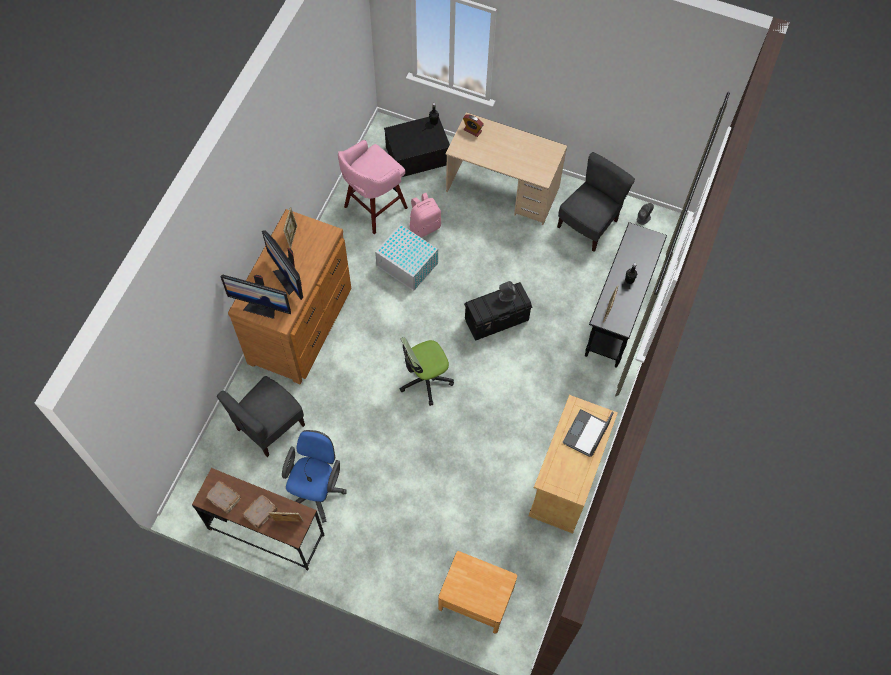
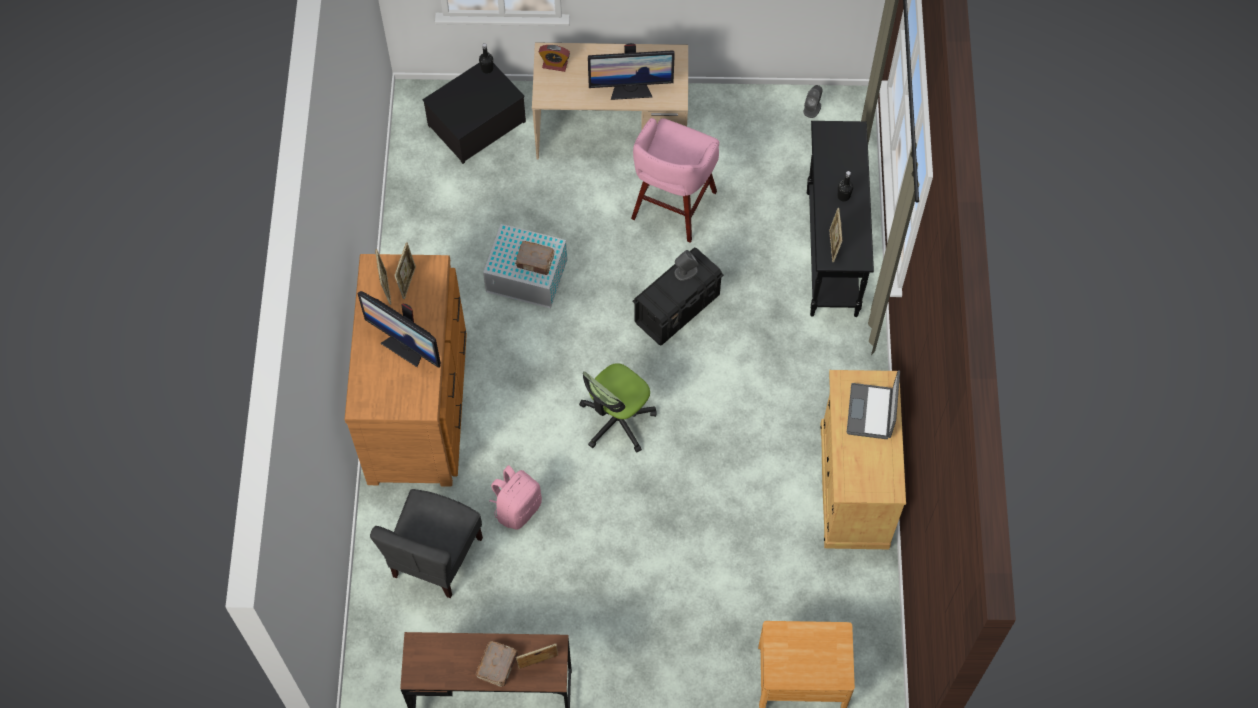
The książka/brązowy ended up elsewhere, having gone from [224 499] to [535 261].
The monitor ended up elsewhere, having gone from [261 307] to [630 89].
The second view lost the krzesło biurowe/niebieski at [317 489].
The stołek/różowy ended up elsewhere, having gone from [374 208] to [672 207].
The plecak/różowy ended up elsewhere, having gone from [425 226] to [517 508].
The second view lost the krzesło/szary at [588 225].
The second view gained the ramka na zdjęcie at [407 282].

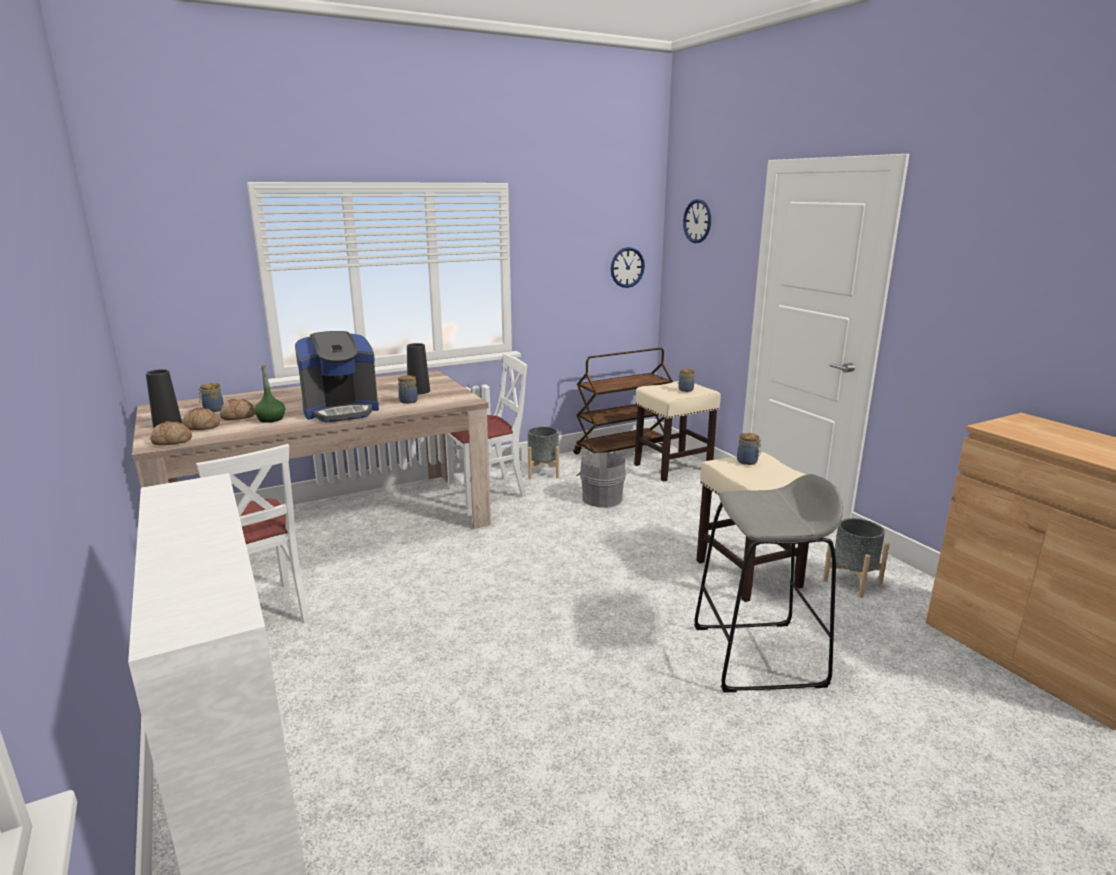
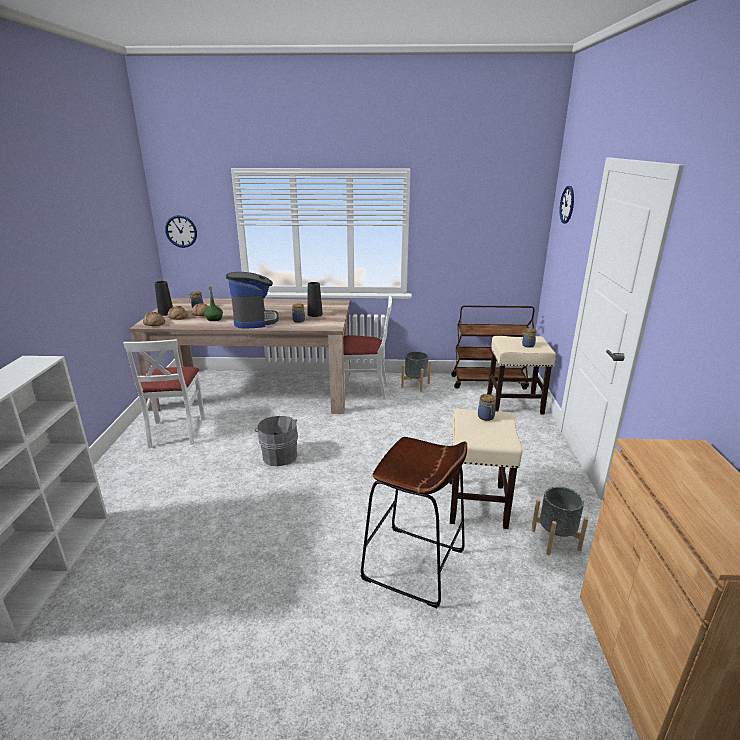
The ekspres do kawy at [341 411] ended up facing another way, 105 degrees counterclockwise from before.
The wiadro/szary ended up elsewhere, having gone from [600 498] to [279 455].
The zegar ścienny ended up elsewhere, having gone from [627 267] to [181 231].
What was the stołek/szary at [758 656] turned into the stołek/brązowy at [414 565].

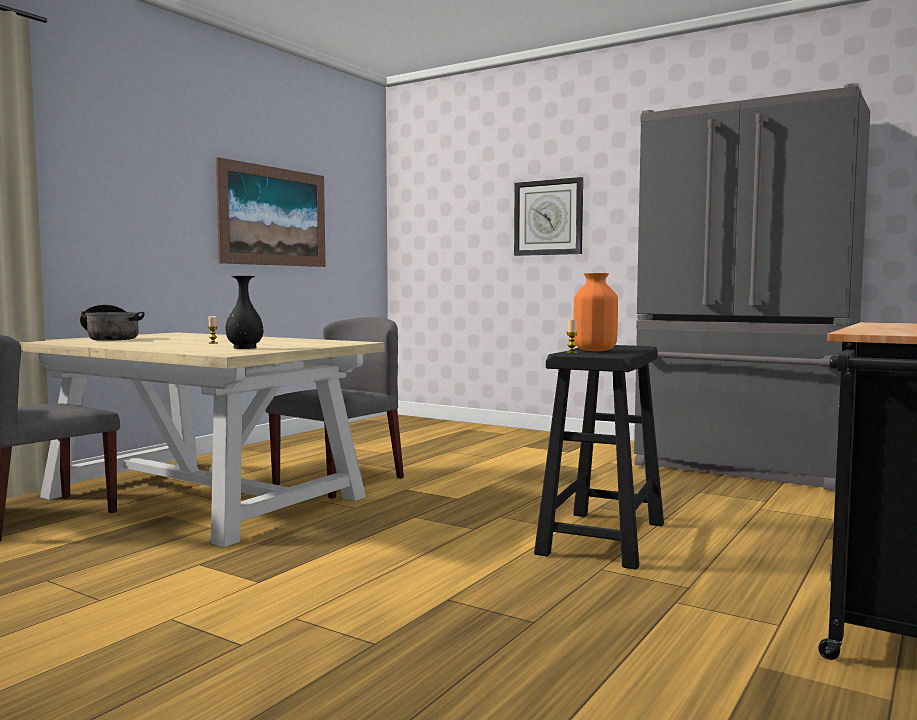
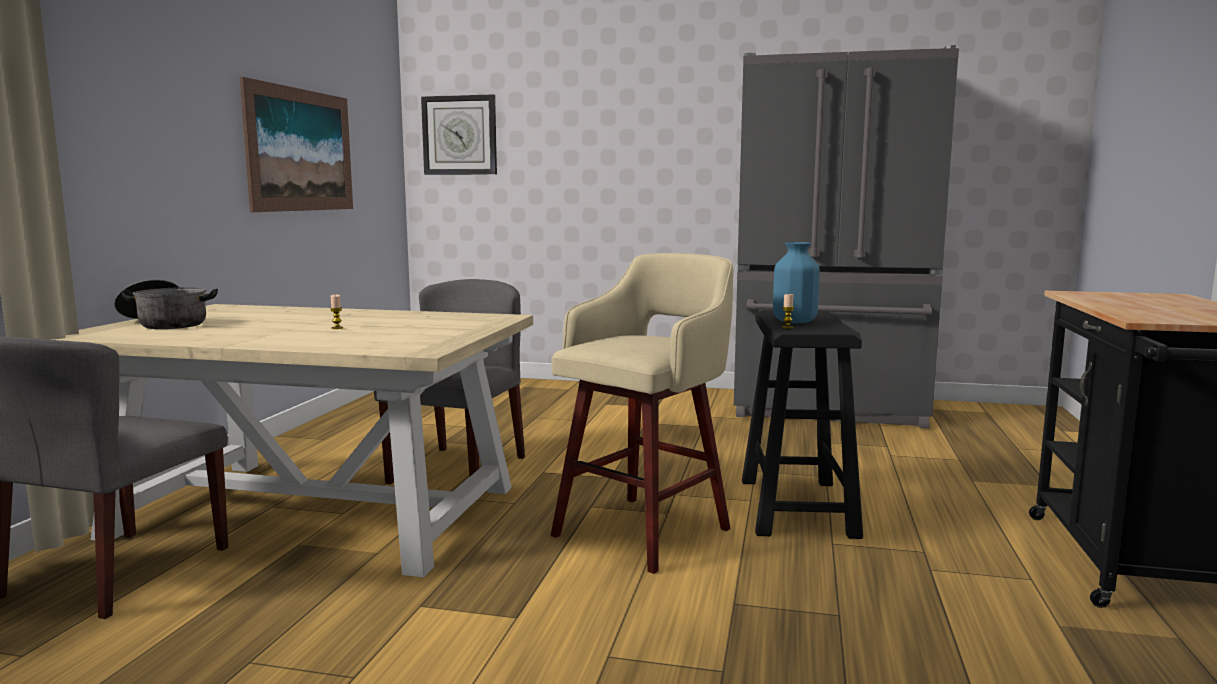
The second view lost the wazon/czarny at [245 348].
The zegar ścienny ended up elsewhere, having gone from [548 217] to [460 135].
What was the wazon/pomarańczowy at [595 350] turned into the wazon/niebieski at [794 321].
The second view gained the stołek/beżowy at [645 530].

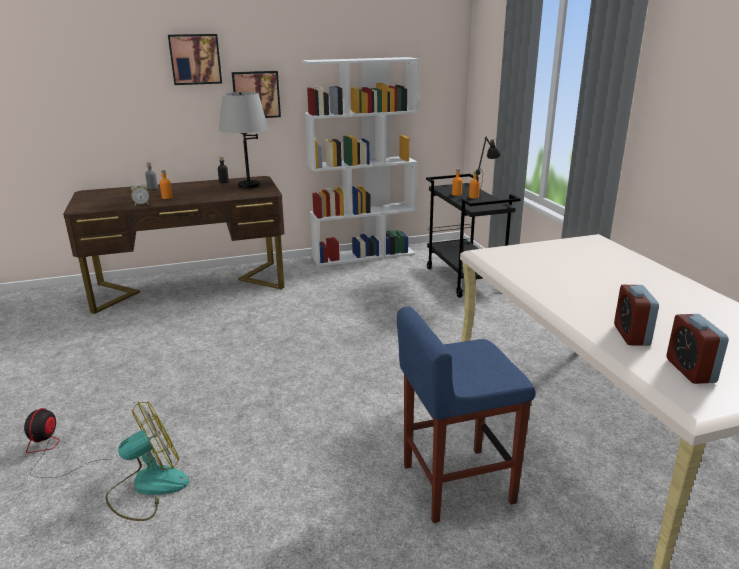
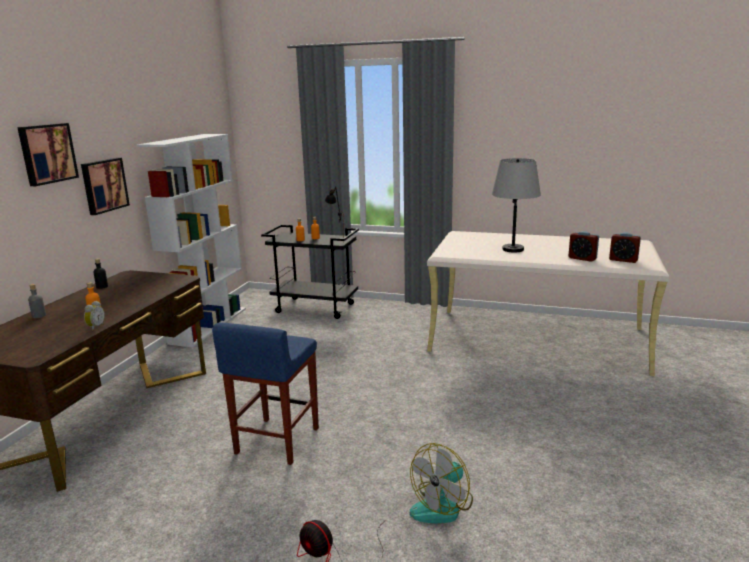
The wentylator at [147 487] ended up facing another way, 135 degrees counterclockwise from before.
The lampa stołowa/szary ended up elsewhere, having gone from [248 185] to [513 249].
The stołek/niebieski ended up elsewhere, having gone from [455 484] to [276 441].

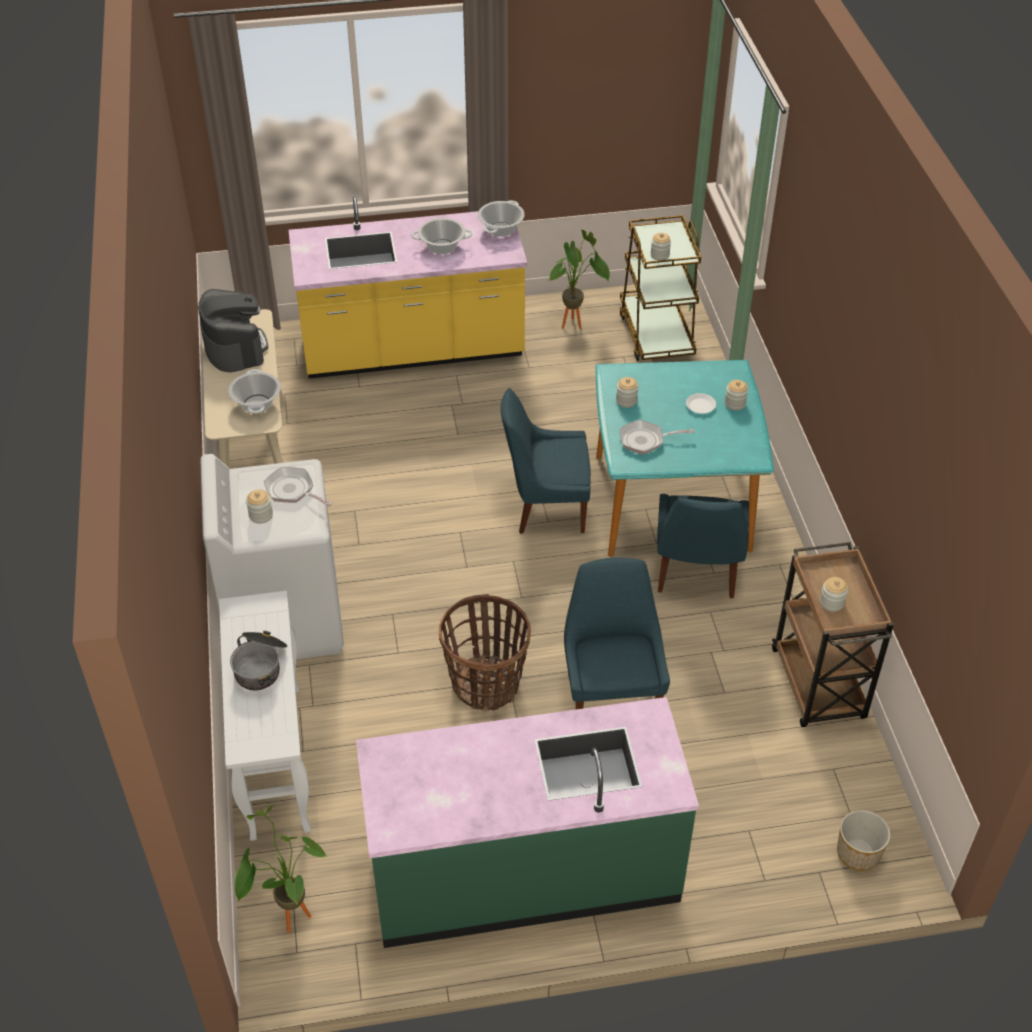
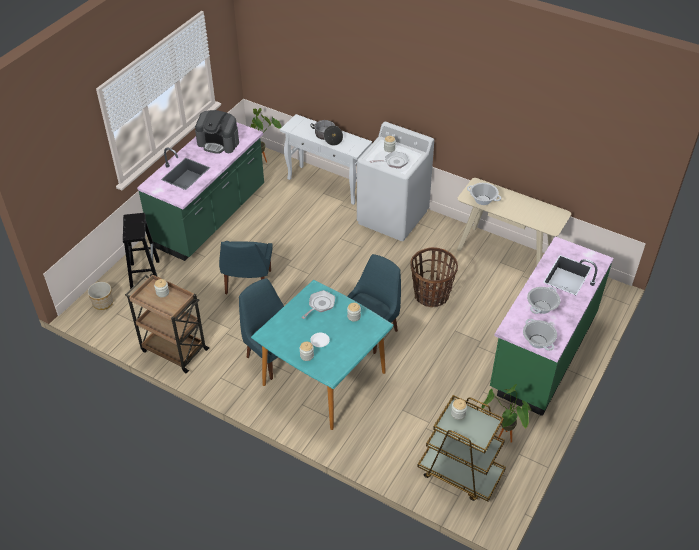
The ekspres do kawy ended up elsewhere, having gone from [235 347] to [218 143].
What was the zabudowa kuchenna/żółty at [413 350] turned into the zabudowa kuchenna/zielony at [542 352].
The koszyk ended up elsewhere, having gone from [486 685] to [431 295].
The krzesło/niebieski at [611 696] ended up facing another way, 60 degrees clockwise from before.
The second view gained the stołek/czarny at [145 274].

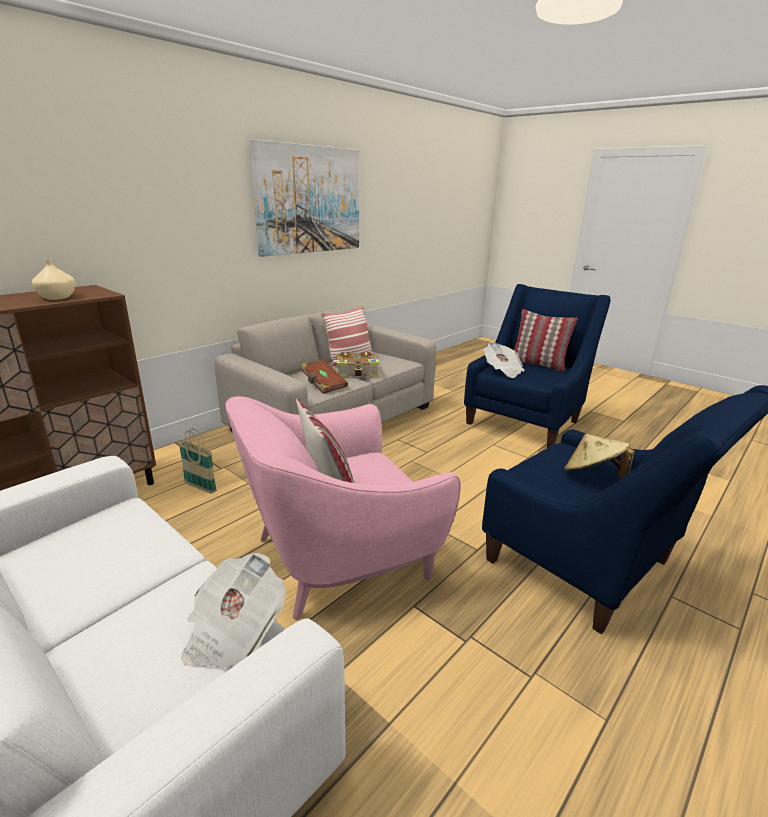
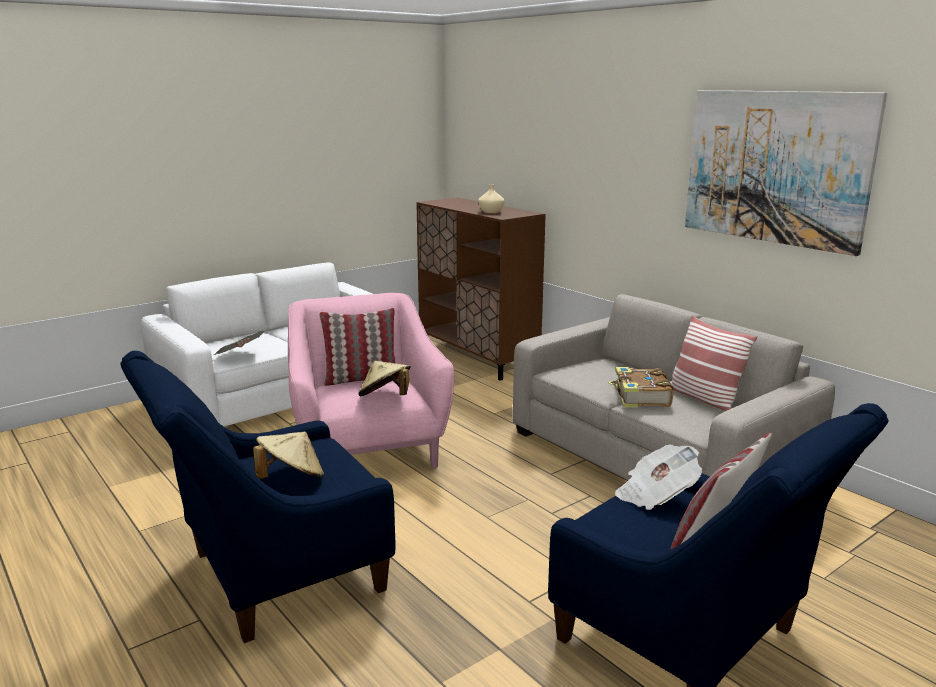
The second view lost the koszyk at [200 487].
The second view lost the książka/brązowy at [323 385].
The second view gained the kapelusz/beżowy at [385 398].

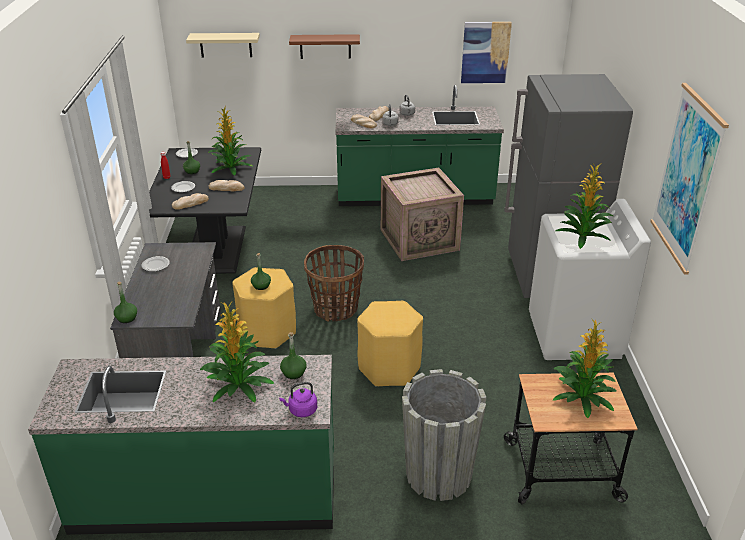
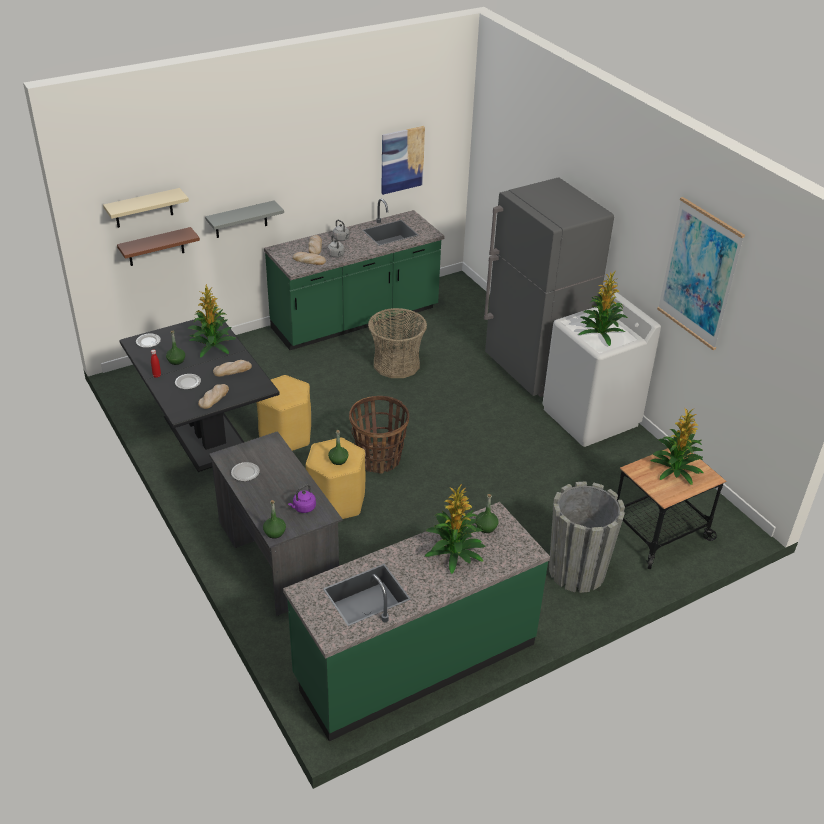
The czajnik/fioletowy ended up elsewhere, having gone from [301 410] to [303 508].
The półka/brązowy ended up elsewhere, having gone from [325 46] to [156 247].
The stołek/żółty ended up elsewhere, having gone from [389 368] to [286 436].
Where the skrzynka stood at [420 239], the koszyk came to stand at [396 364].
The second view gained the półka/szary at [241 219].

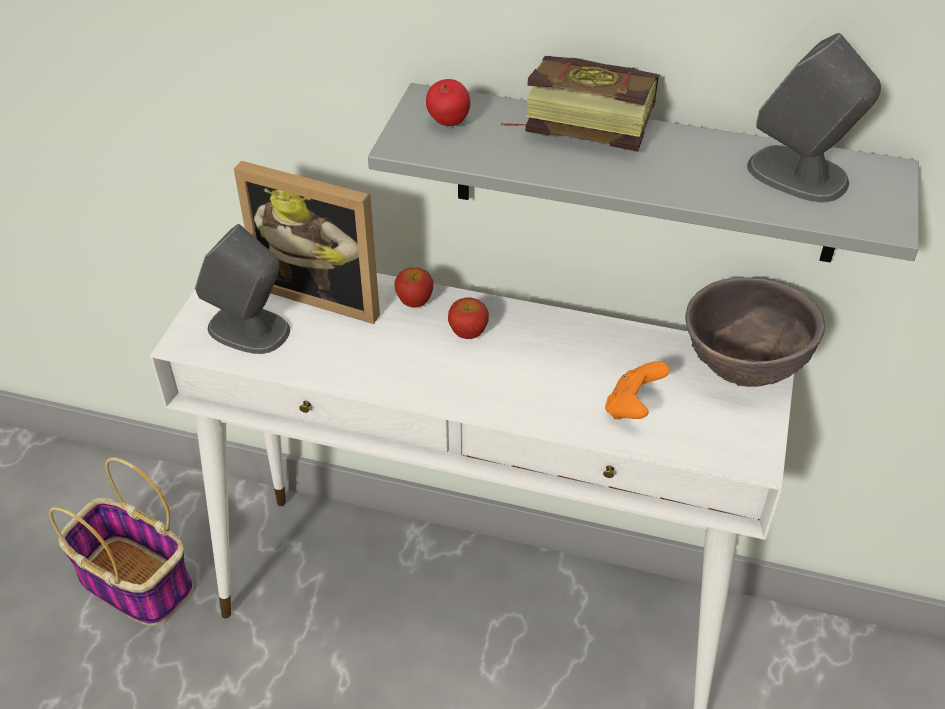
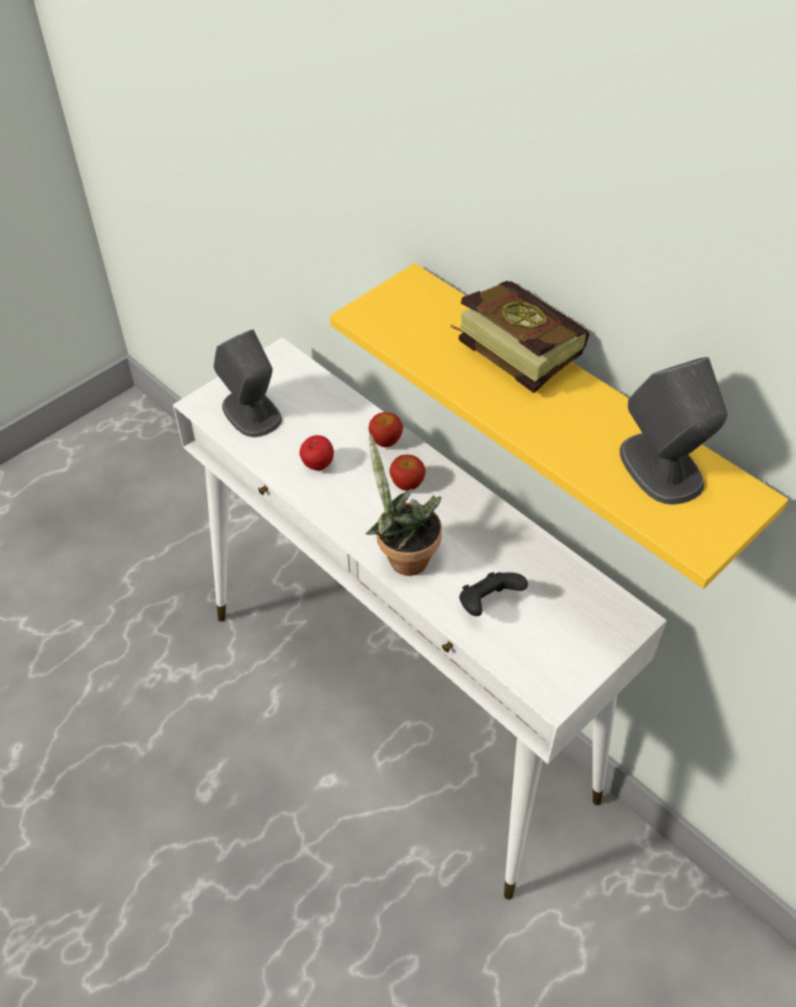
The second view lost the koszyk at [134 582].
The second view lost the ramka na zdjęcie at [324 292].
What was the półka/szary at [646 175] turned into the półka/żółty at [574 413].
The jabłko ended up elsewhere, having gone from [448 124] to [317 465].
What was the pad do gier/pomarańczowy at [632 408] turned into the pad do gier/czarny at [488 604].
The second view lost the miska/brązowy at [741 370].
The second view gained the roślina doniczkowa at [403 557].

